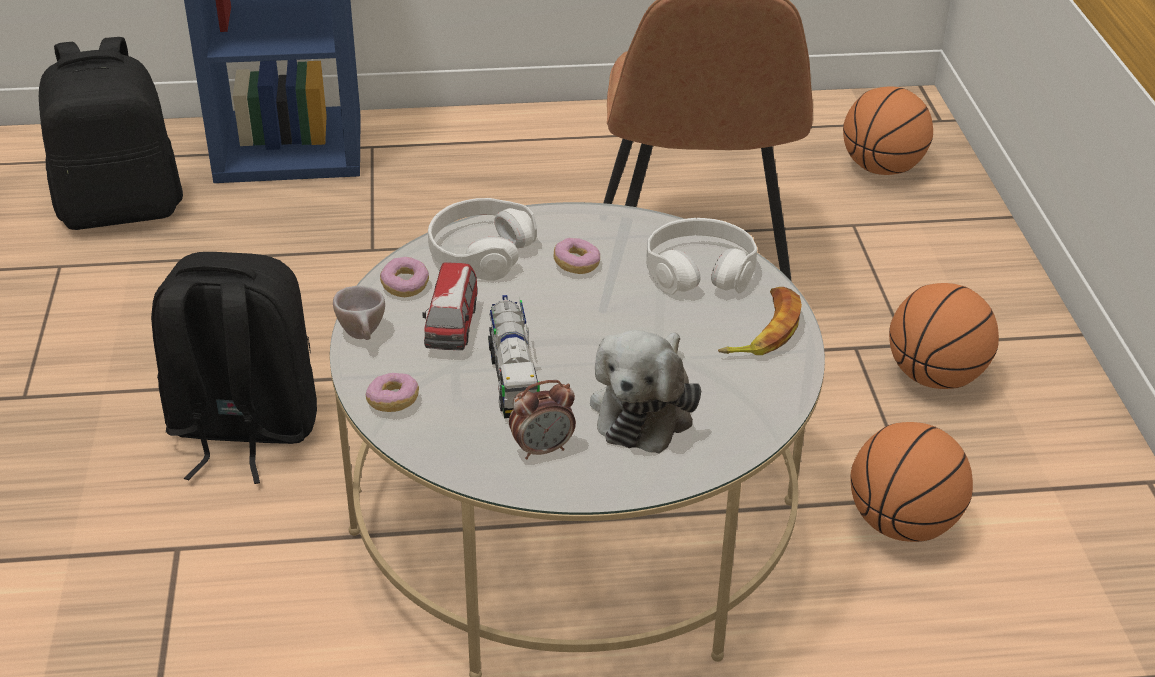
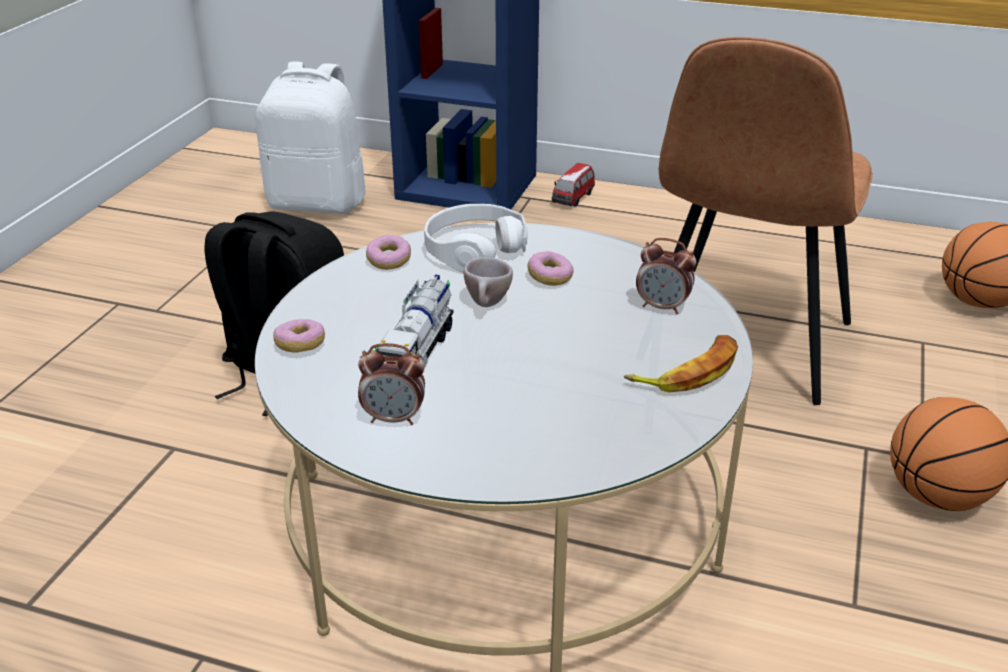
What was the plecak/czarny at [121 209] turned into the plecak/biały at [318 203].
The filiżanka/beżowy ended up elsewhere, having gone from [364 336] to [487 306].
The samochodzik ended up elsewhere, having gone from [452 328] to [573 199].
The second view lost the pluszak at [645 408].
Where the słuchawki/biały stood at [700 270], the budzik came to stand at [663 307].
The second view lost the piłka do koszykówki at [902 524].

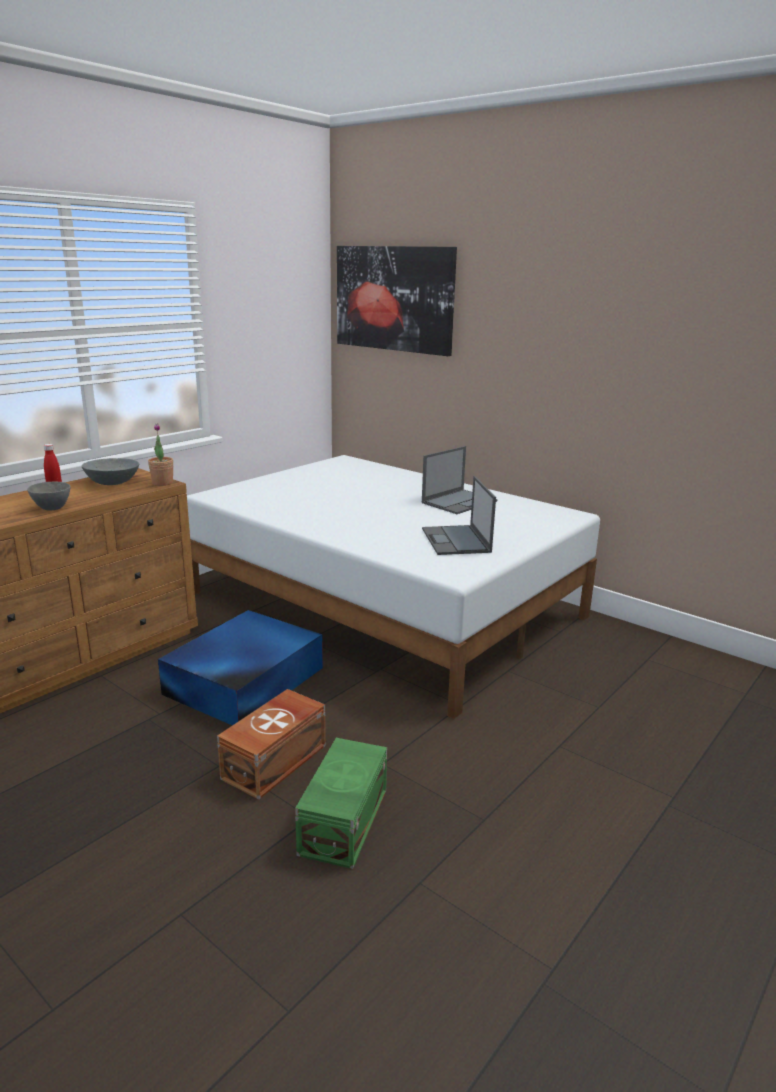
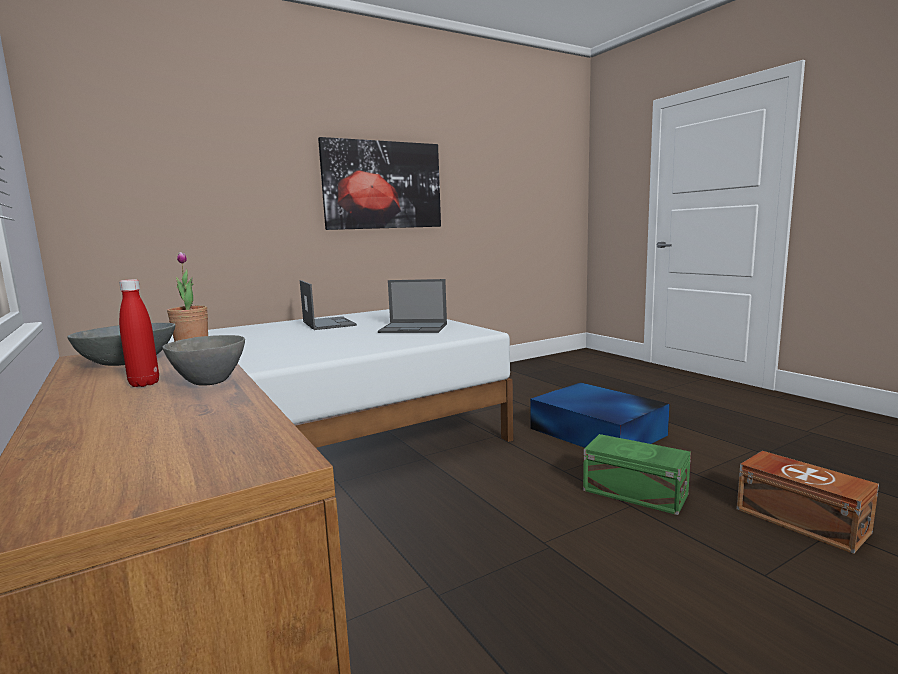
The pojemnik do przechowywania/niebieski ended up elsewhere, having gone from [242 681] to [598 432].
The pojemnik do przechowywania/brązowy ended up elsewhere, having gone from [277 761] to [800 519].
The obraz ended up elsewhere, having gone from [394 299] to [382 185].

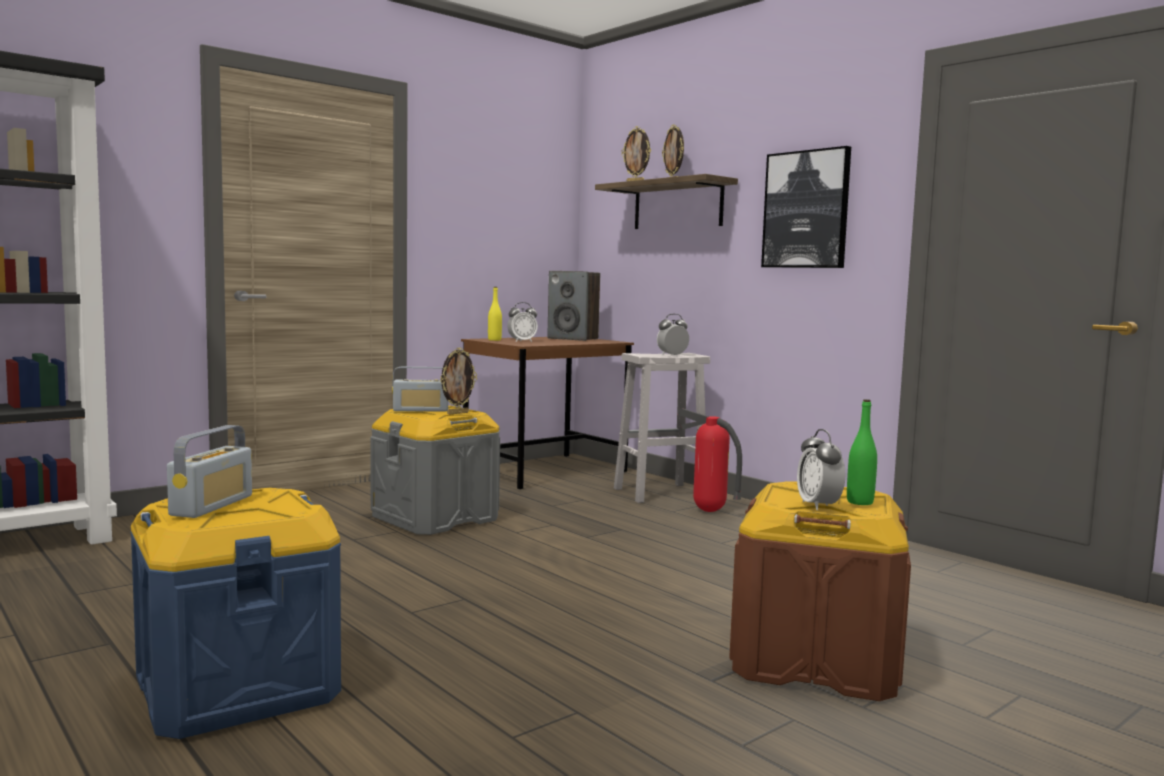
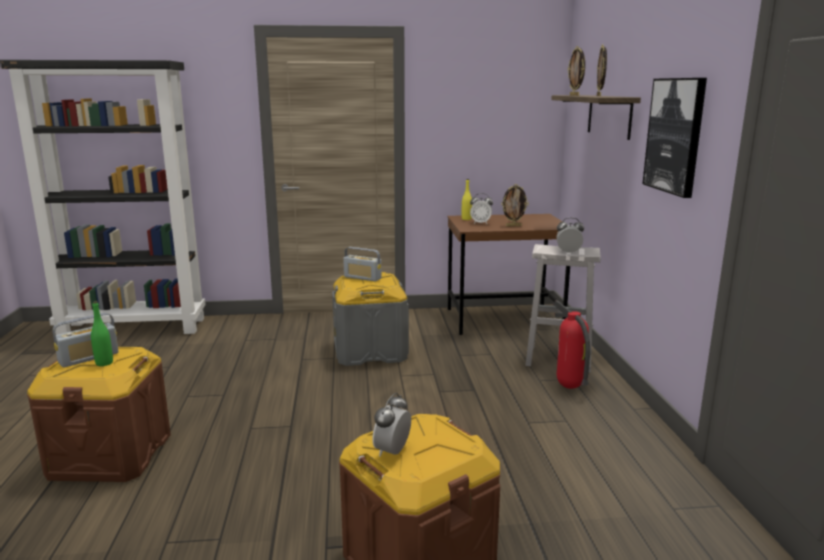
What was the pojemnik do przechowywania/niebieski at [237 687] turned into the pojemnik do przechowywania/brązowy at [110 455].
The ramka na zdjęcie ended up elsewhere, having gone from [457 413] to [513 226].
The second view lost the głośnik at [573 338].
The butelka/zielony ended up elsewhere, having gone from [860 502] to [104 363].

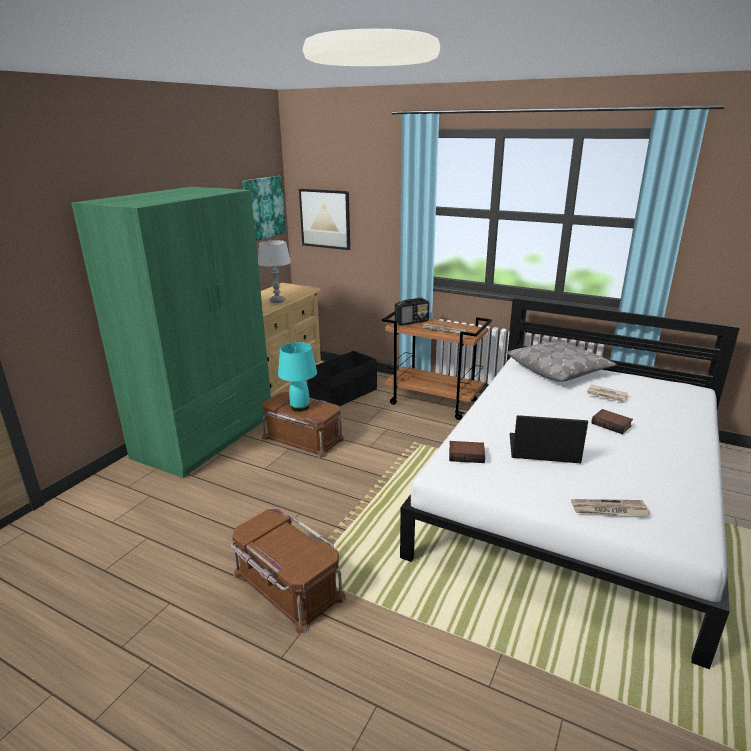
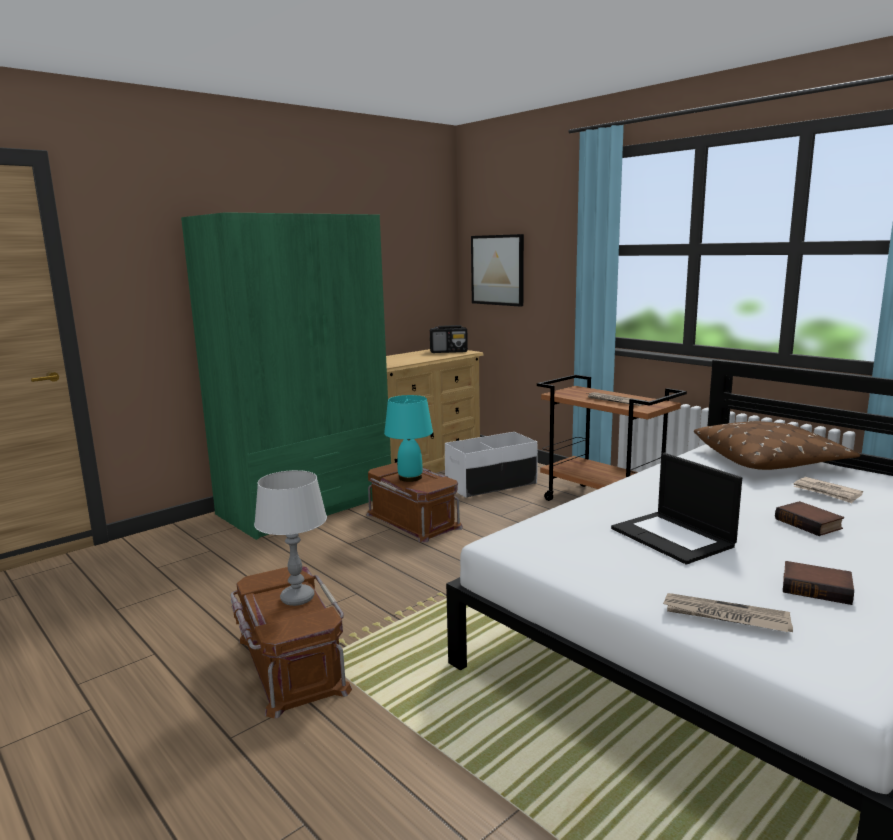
The second view lost the obraz at [263 208].
The lampa stołowa/szary ended up elsewhere, having gone from [277 301] to [298 598].
What was the pojemnik do przechowywania/czarny at [343 394] turned into the pojemnik do przechowywania/biały at [491 484].
The radio ended up elsewhere, having gone from [412 322] to [449 352].
The książka ended up elsewhere, having gone from [467 455] to [817 588].
What was the poduszka/szary at [559 370] turned into the poduszka/brązowy at [770 460].
The laptop at [543 449] ended up facing another way, 150 degrees counterclockwise from before.

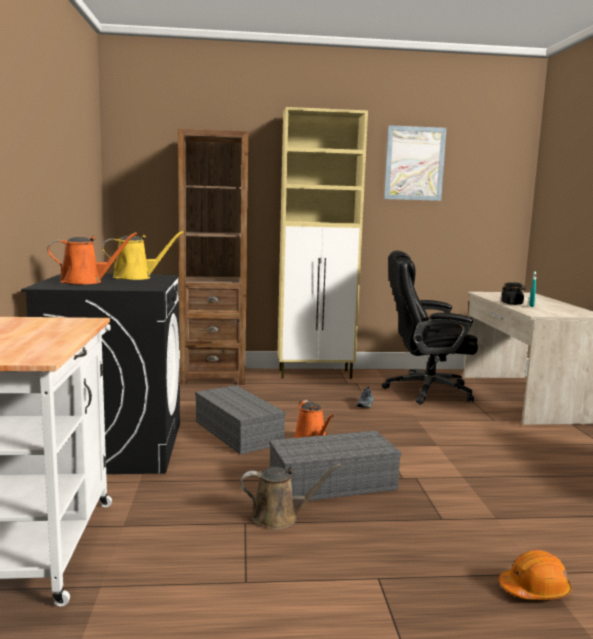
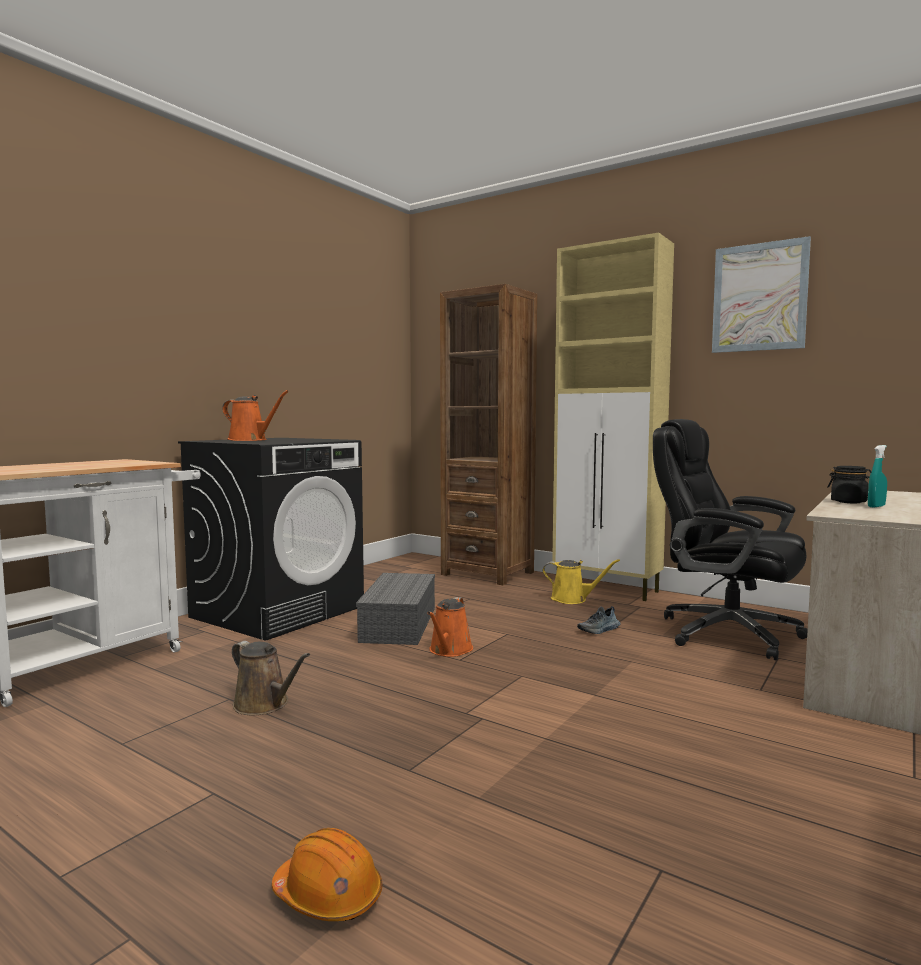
The konewka/żółty ended up elsewhere, having gone from [136 277] to [572 599].
The second view lost the pojemnik do przechowywania/szary at [331 483].

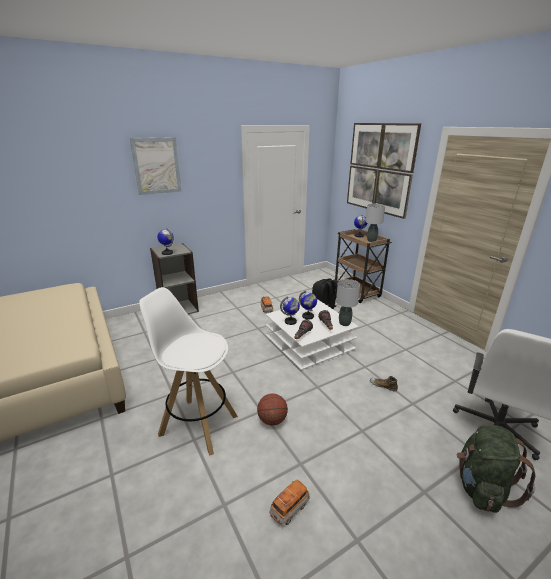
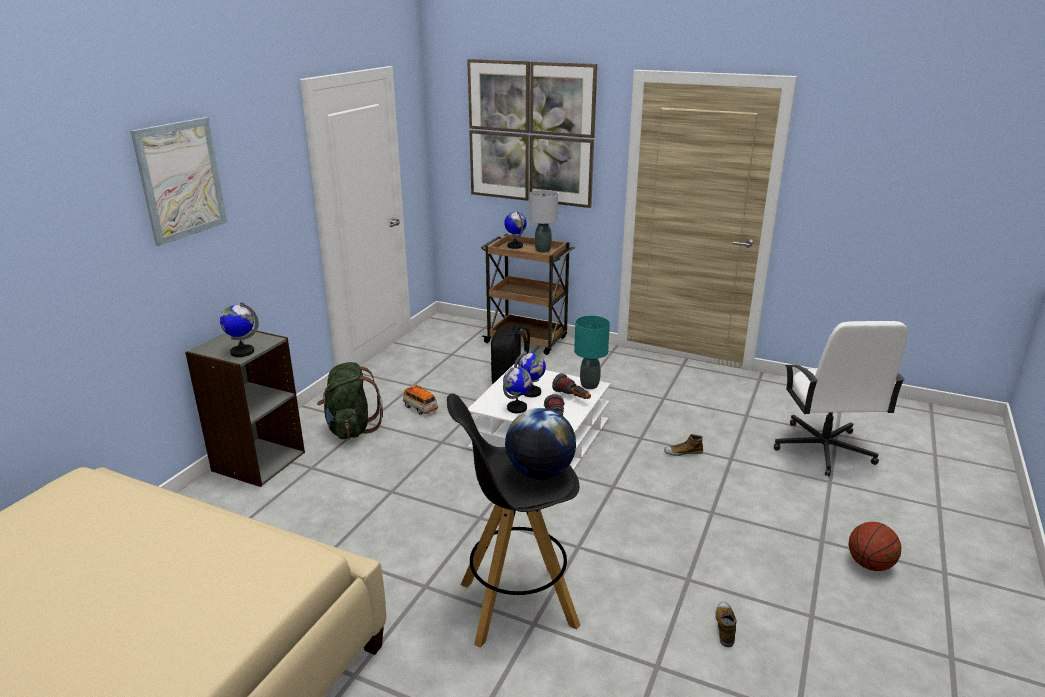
What was the stołek/biały at [198 424] turned into the stołek/czarny at [516 604].
The piłka do koszykówki ended up elsewhere, having gone from [272 420] to [869 565].
Where the samochodzik stood at [290 508], the but came to stand at [725 627].
What was the lampa stołowa/szary at [344 323] turned into the lampa stołowa/turkusowy at [589 385].
The plecak/zielony ended up elsewhere, having gone from [481 487] to [351 428].
The second view gained the globus at [539 473].

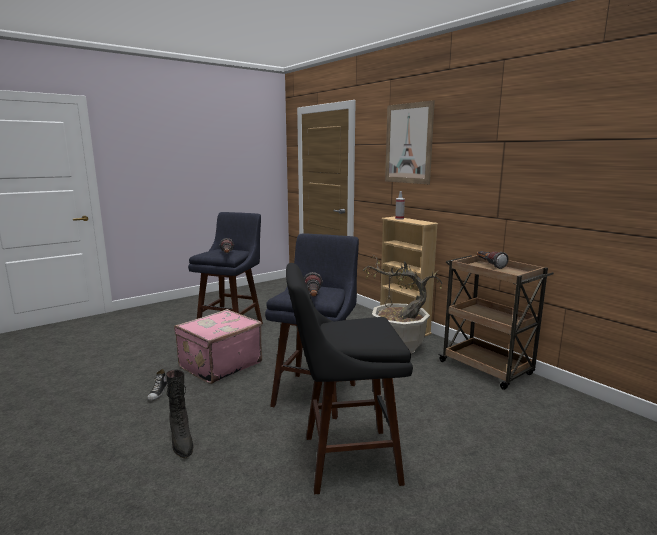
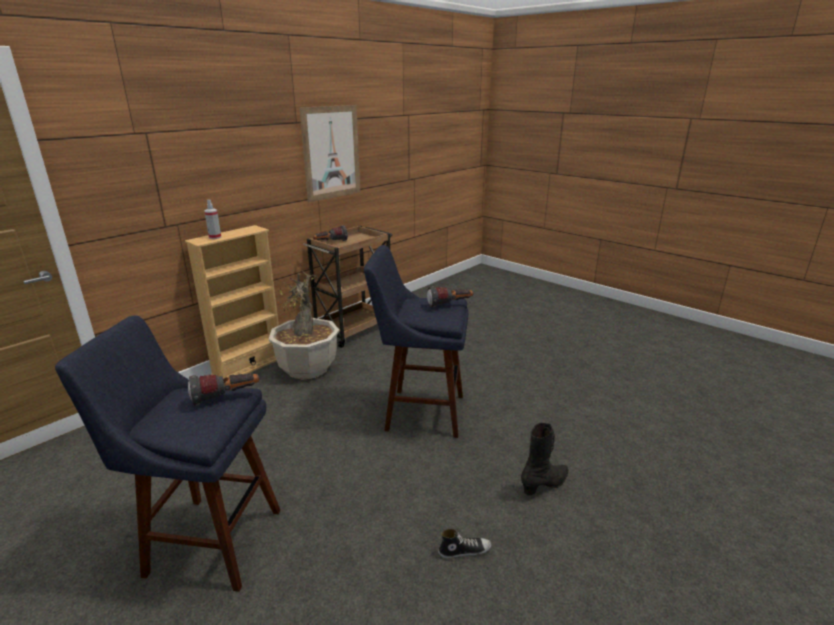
The second view lost the walizka/różowy at [219 364].
The second view lost the stołek/czarny at [343 460].
The obraz ended up elsewhere, having gone from [408 143] to [331 153].

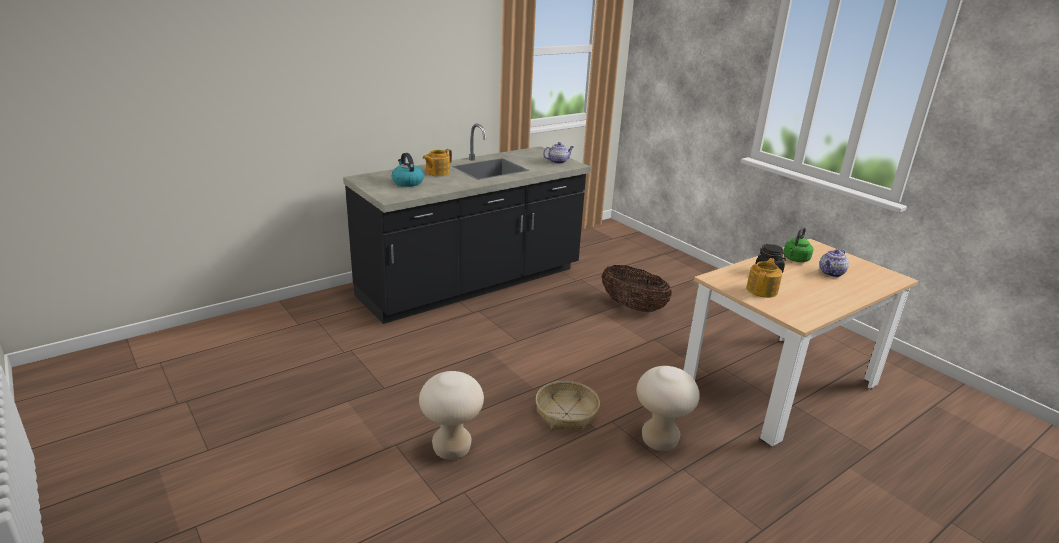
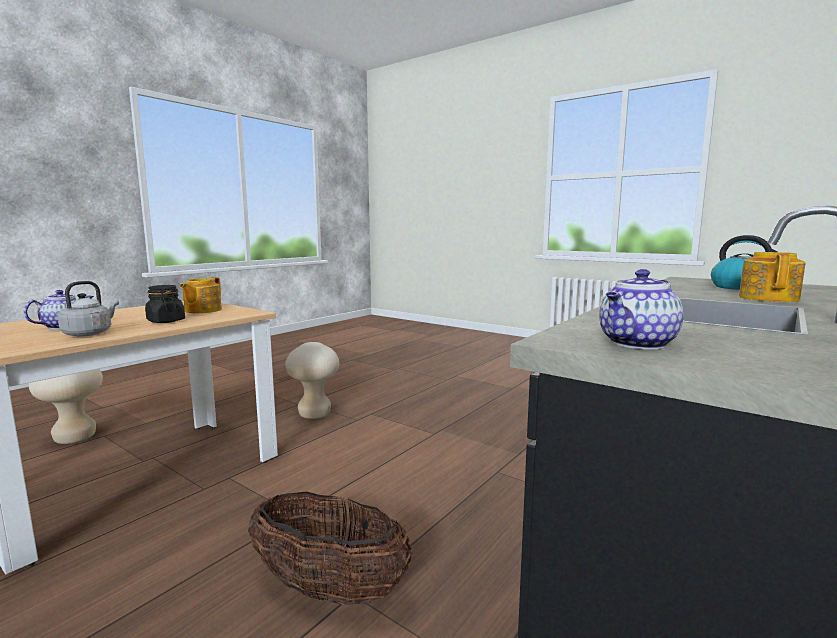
The stołek/beżowy ended up elsewhere, having gone from [451 449] to [75 438].
The second view lost the koszyk at [566 413].
What was the czajnik/zielony at [795 259] turned into the czajnik/szary at [90 333].

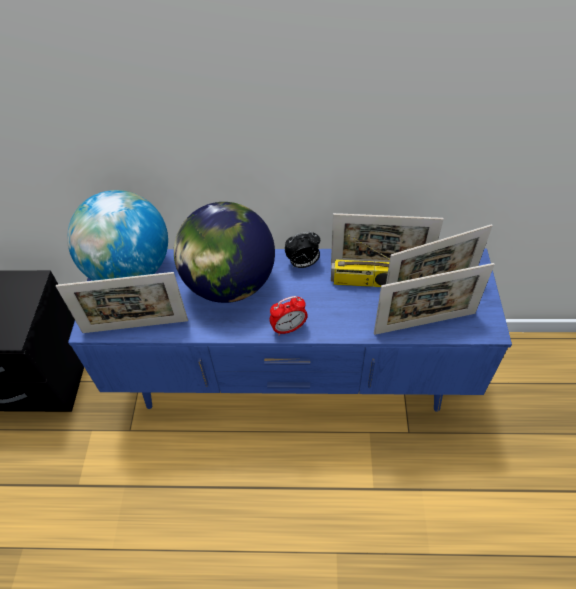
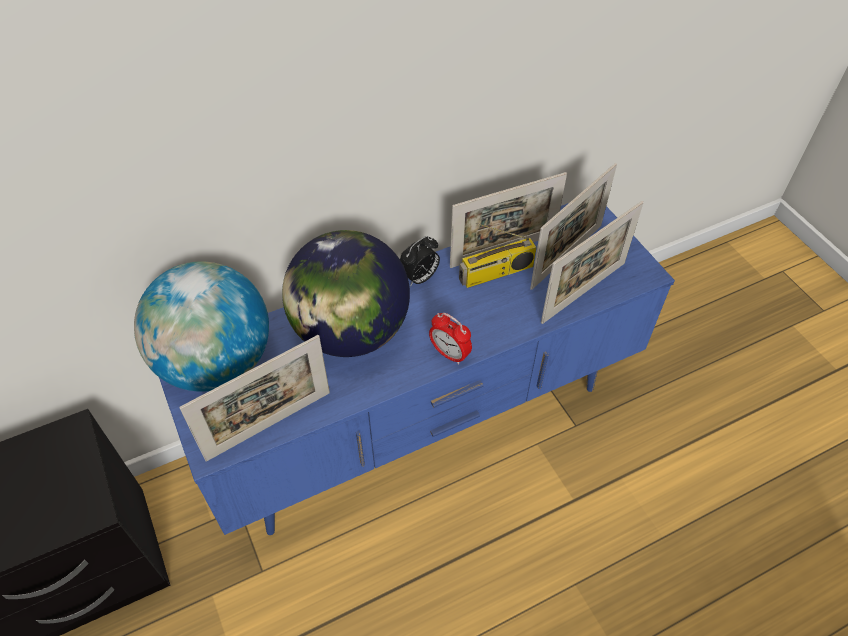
The budzik at [288 328] ended up facing another way, 90 degrees clockwise from before.

